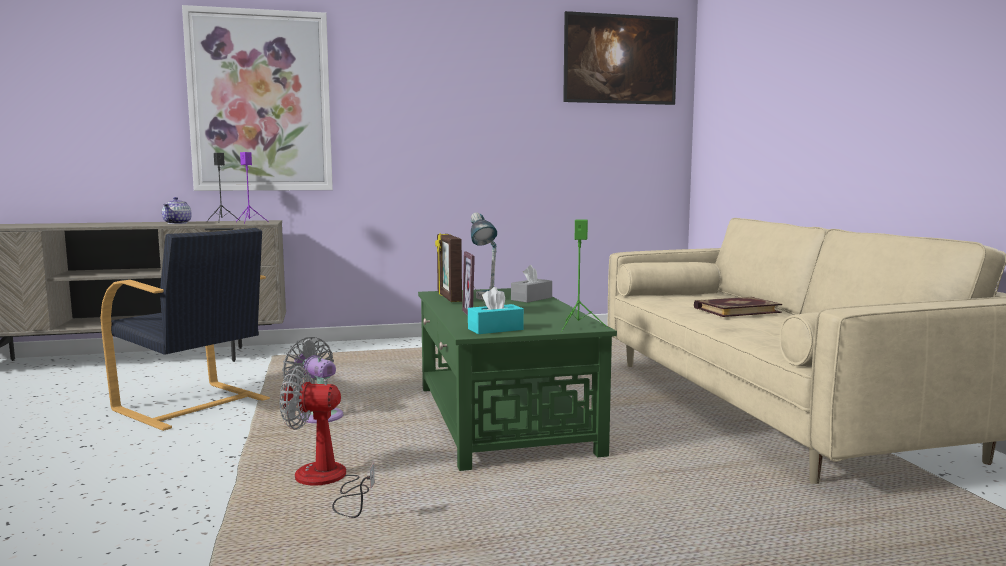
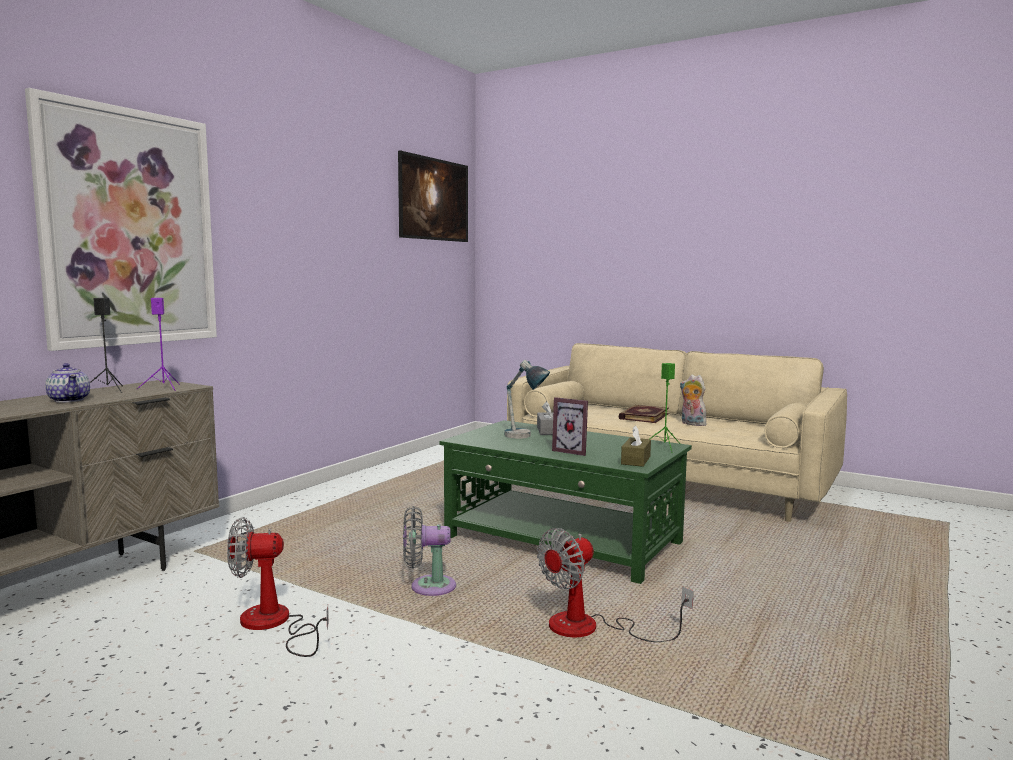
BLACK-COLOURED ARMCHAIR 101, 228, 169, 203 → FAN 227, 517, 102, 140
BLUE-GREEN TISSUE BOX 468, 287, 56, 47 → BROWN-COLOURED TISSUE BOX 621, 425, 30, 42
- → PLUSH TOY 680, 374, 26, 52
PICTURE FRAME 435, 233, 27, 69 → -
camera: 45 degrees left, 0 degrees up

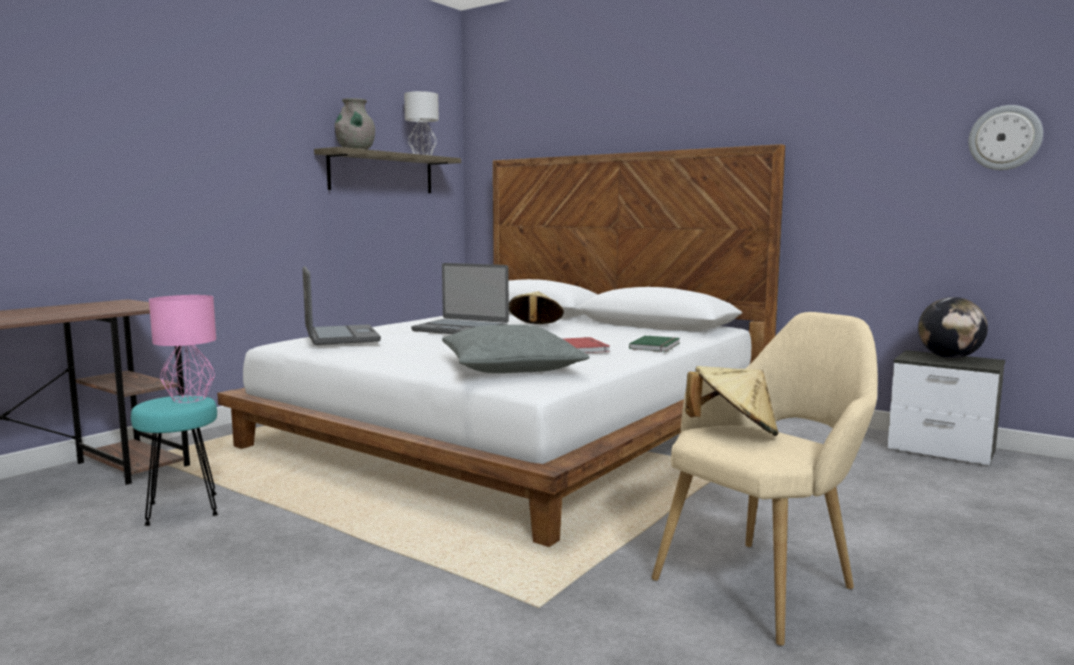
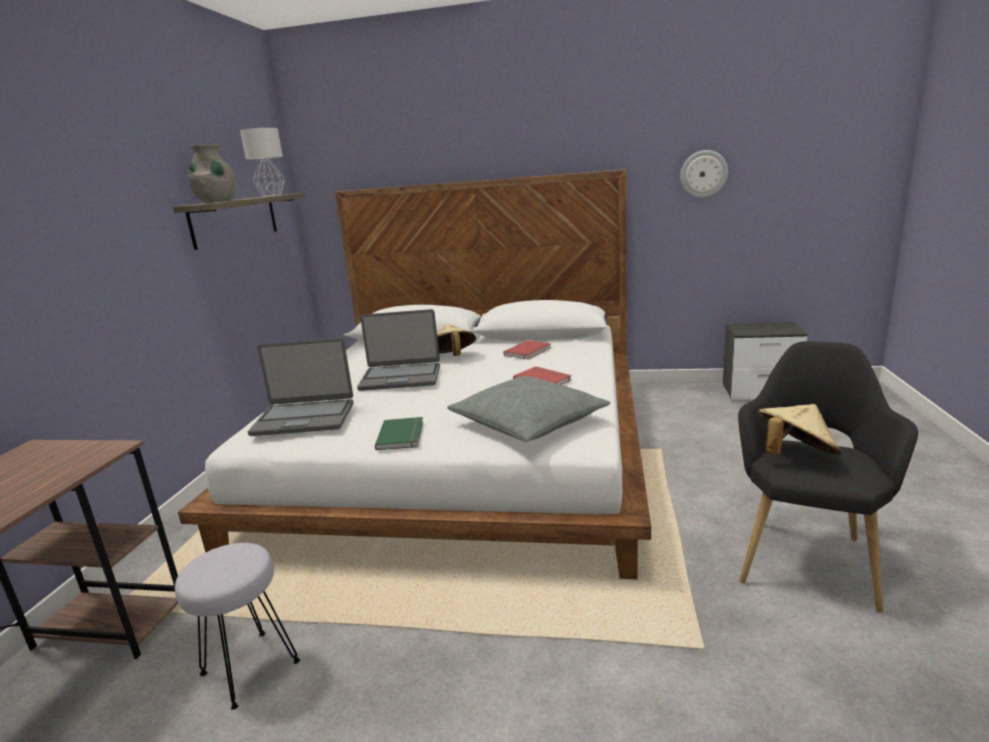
BLUE-GREEN STOOL 131, 395, 87, 131 → GREYISH STOOL 175, 543, 125, 167
PORTABLE COMPUTER 303, 266, 78, 79 → PORTABLE COMPUTER 248, 338, 105, 98, 135 degrees clockwise
GREEN-COLOURED VOLUME 629, 336, 51, 16 → GREEN-COLOURED VOLUME 375, 417, 48, 33, moved
- → RED VOLUME 503, 340, 48, 19
WALL CLOCK 968, 105, 75, 65 → WALL CLOCK 680, 150, 48, 48, moved
BEIGE ARMCHAIR 652, 312, 226, 334 → BLACK-COLOURED ARMCHAIR 738, 341, 180, 272
PINK-COLOURED TABLE LAMP 149, 295, 67, 108 → -
DESK GLOBE 918, 297, 70, 61 → -
camera: 25 degrees left, 10 degrees up

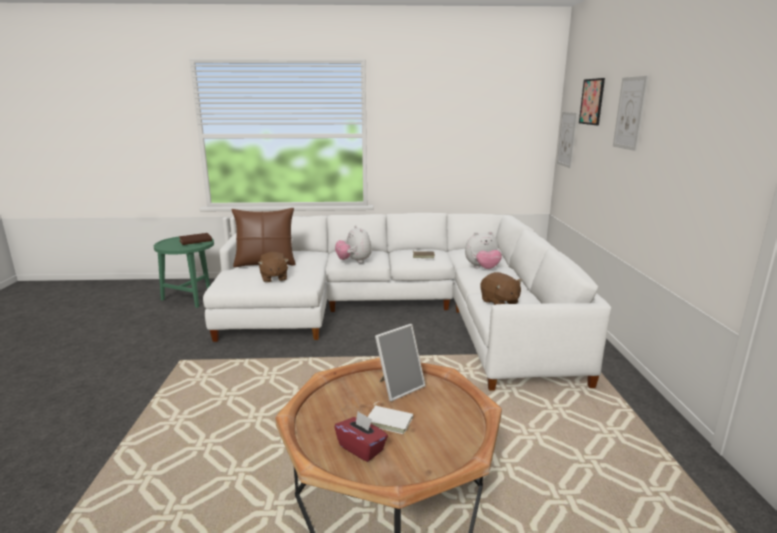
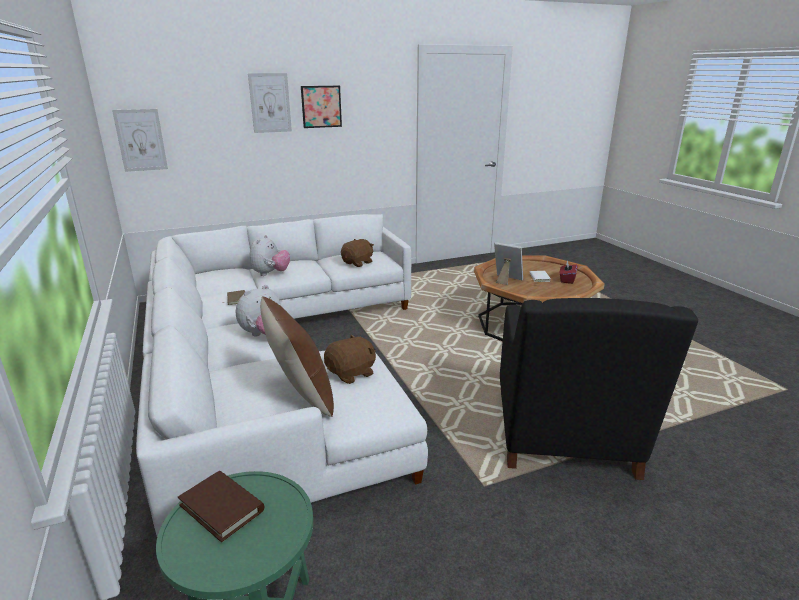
PLUSH TOY 465, 231, 37, 38 → PLUSH TOY 249, 235, 41, 41, 45 degrees clockwise
WALL ART 579, 78, 26, 47 → WALL ART 301, 86, 41, 42, moved
- → BLACK-COLOURED ARMCHAIR 500, 298, 198, 182
camera: 110 degrees left, 5 degrees up

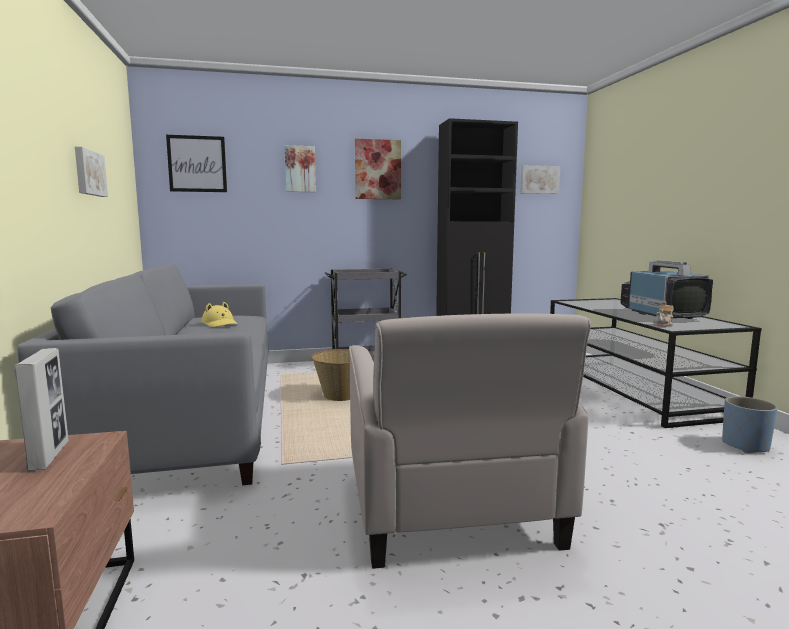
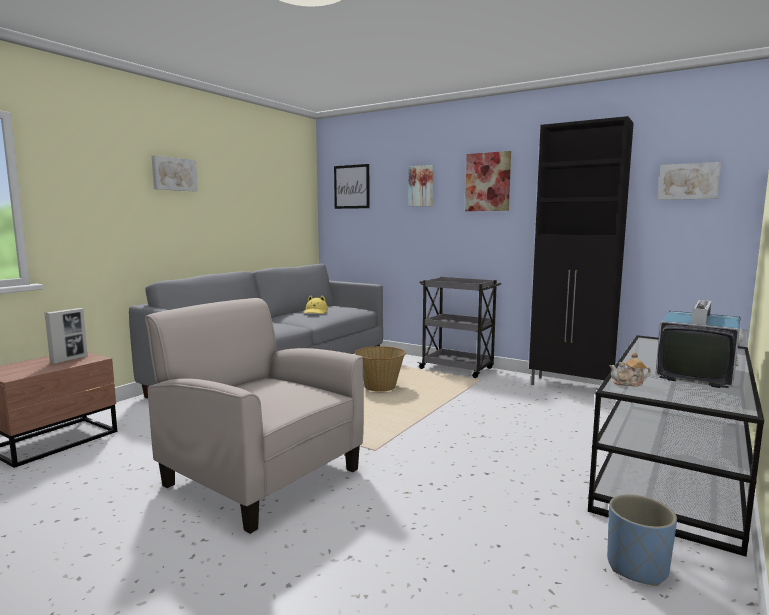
BEIGE ARMCHAIR 349, 314, 242, 255 → BEIGE ARMCHAIR 145, 298, 219, 236, 90 degrees clockwise
WALL ART 75, 147, 33, 50 → WALL ART 152, 155, 46, 37, moved
camera: 45 degrees right, 0 degrees up

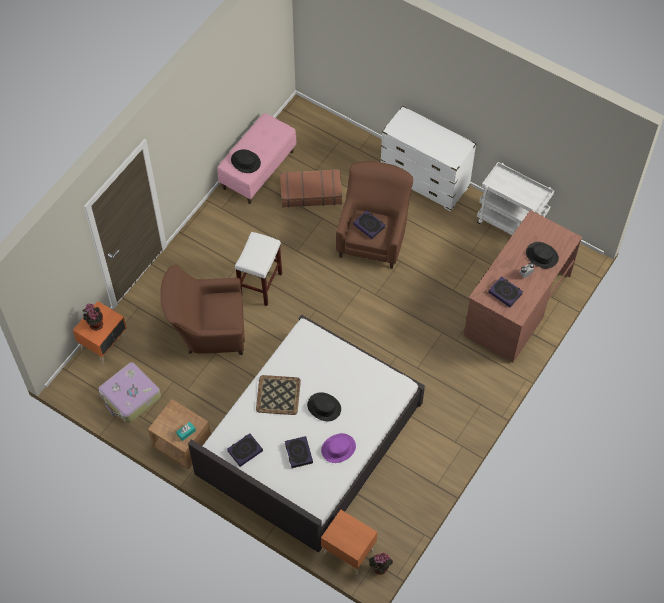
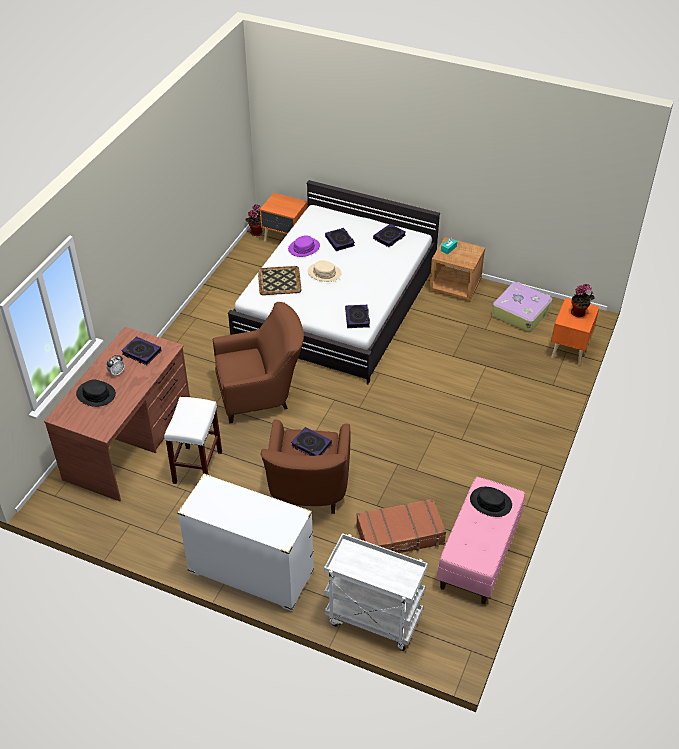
WHITISH STOOL 235, 232, 47, 74 → WHITISH STOOL 164, 397, 58, 87, moved
BROWN-COLOURED ARMCHAIR 160, 265, 85, 90 → BROWN-COLOURED ARMCHAIR 213, 302, 91, 121, moved
TRAY 256, 375, 45, 40 → TRAY 258, 266, 43, 29, moved
BLACK-COLOURED WEARABLE HAT 307, 392, 34, 29 → BEIGE WEARABLE HAT 308, 261, 34, 21
WHITISH CART 477, 162, 77, 73 → WHITISH CART 324, 533, 104, 118, moved
- → VOLUME 345, 305, 25, 23
camera: 170 degrees right, 15 degrees down

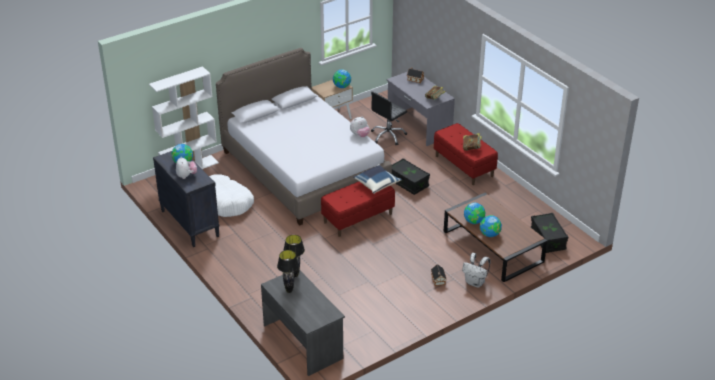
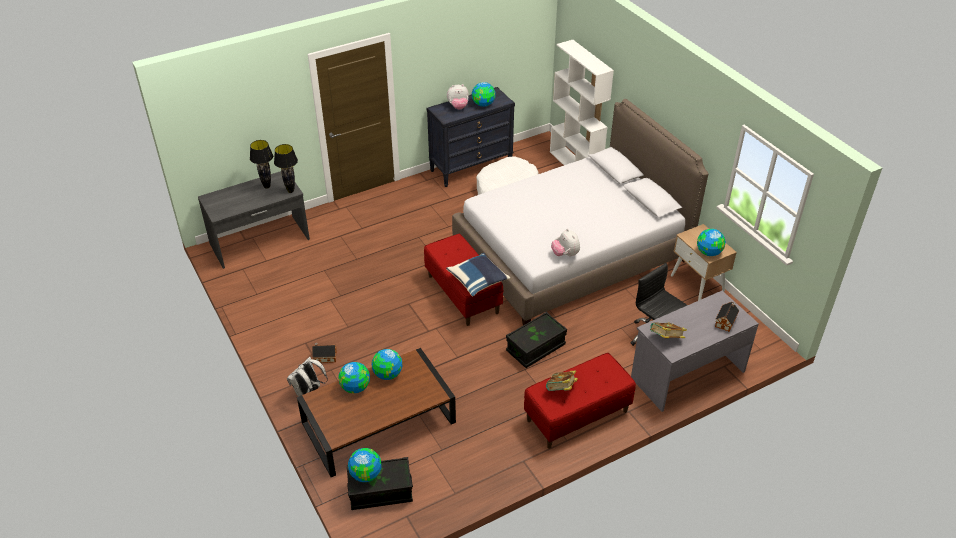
- → DESK GLOBE 348, 448, 34, 34
camera: 95 degrees right, 5 degrees up

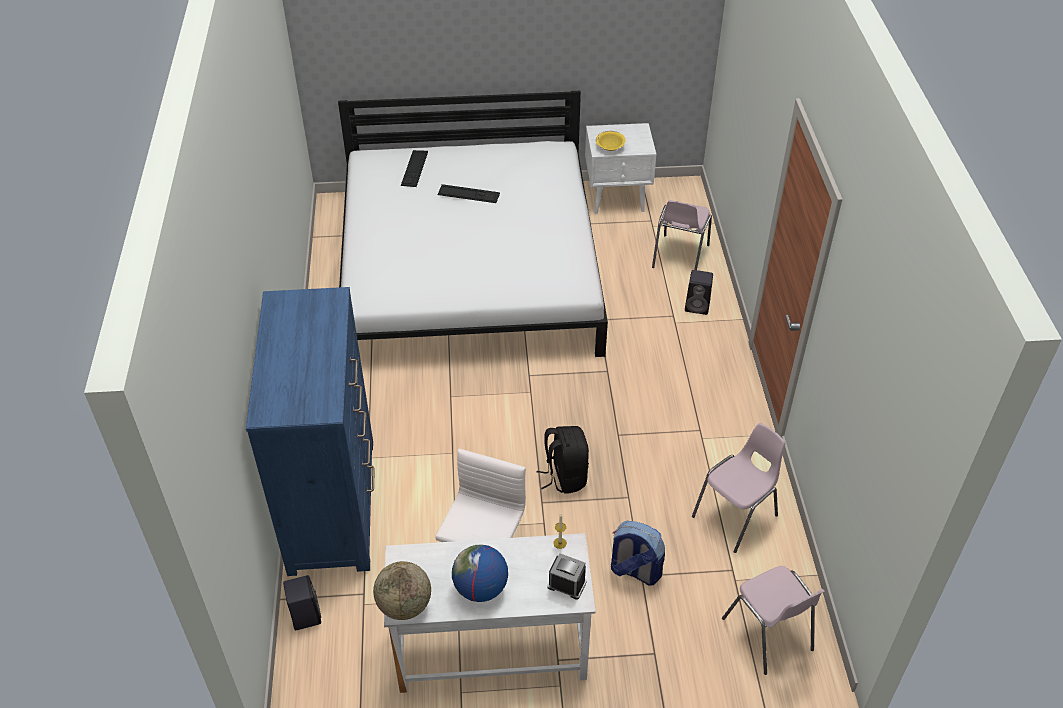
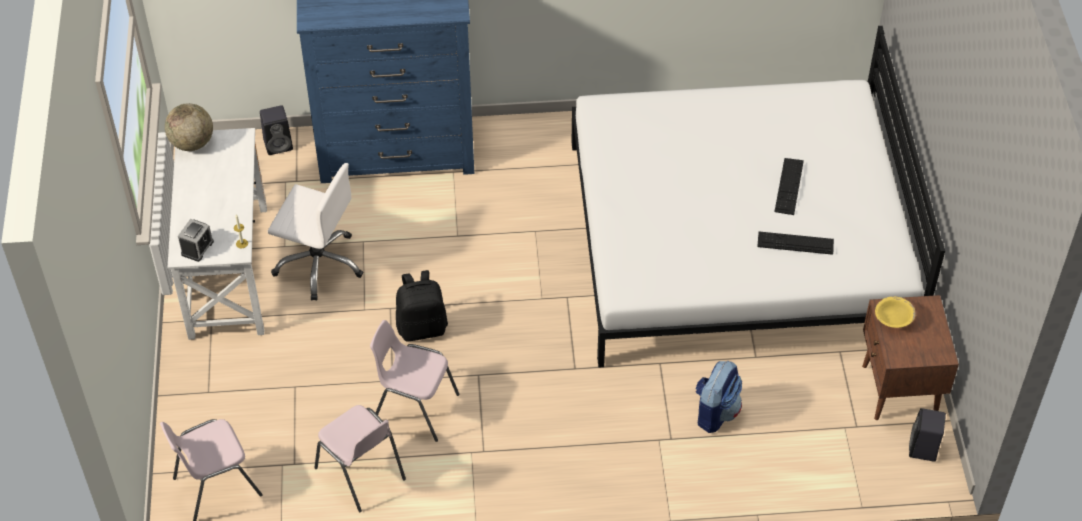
PINK-COLOURED PLAIN CHAIR 652, 200, 60, 70 → PINK-COLOURED PLAIN CHAIR 370, 320, 90, 122, moved
RUCKSACK 611, 521, 54, 65 → RUCKSACK 696, 361, 46, 72, moved
KEYBOARD 401, 150, 27, 37 → KEYBOARD 757, 232, 77, 23, moved
WHITISH NIGHT TABLE 585, 123, 72, 91 → BROWN-COLOURED NIGHT TABLE 862, 295, 97, 125
BLACK-COLOURED LOUDSPEAKER 685, 270, 28, 45 → BLACK-COLOURED LOUDSPEAKER 909, 408, 37, 54, moved
DESK GLOBE 452, 544, 56, 58 → -
camera: 90 degrees right, 5 degrees up

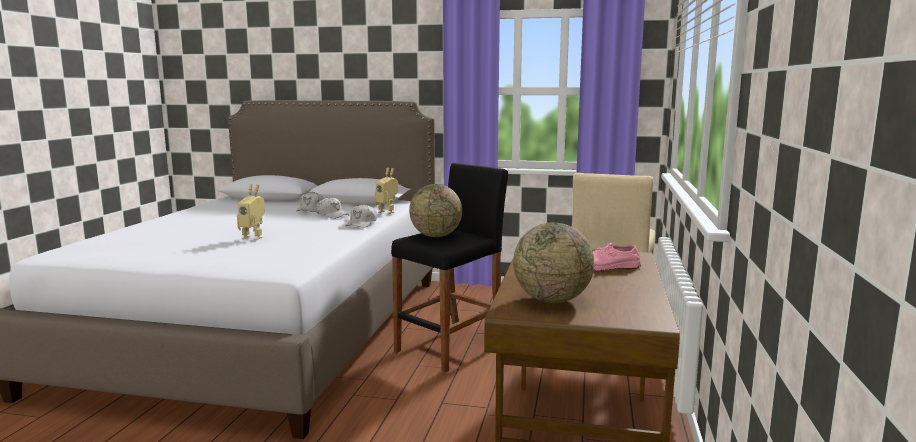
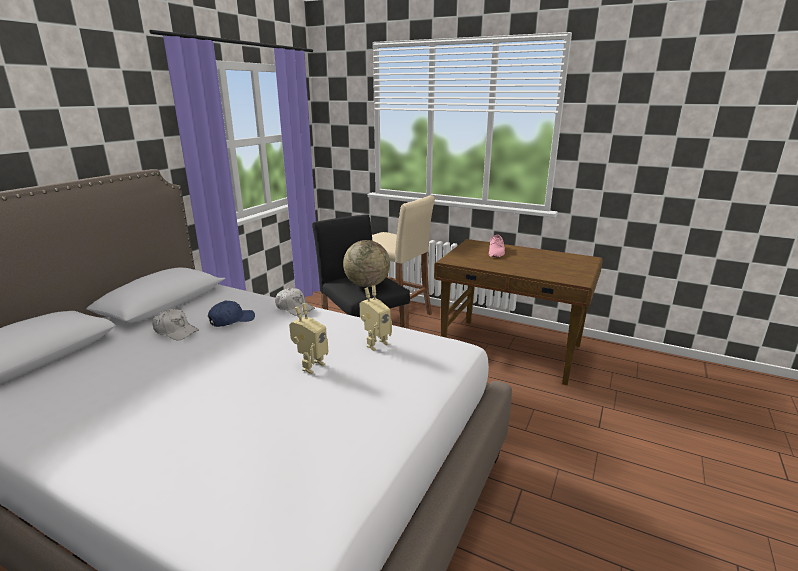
WHITISH CAP 316, 197, 33, 22 → BLUE CAP 208, 301, 47, 26
TOY ROBOT 375, 167, 23, 47 → TOY ROBOT 360, 286, 32, 65, moved
DESK GLOBE 513, 222, 81, 81 → -
camera: 75 degrees left, 10 degrees up

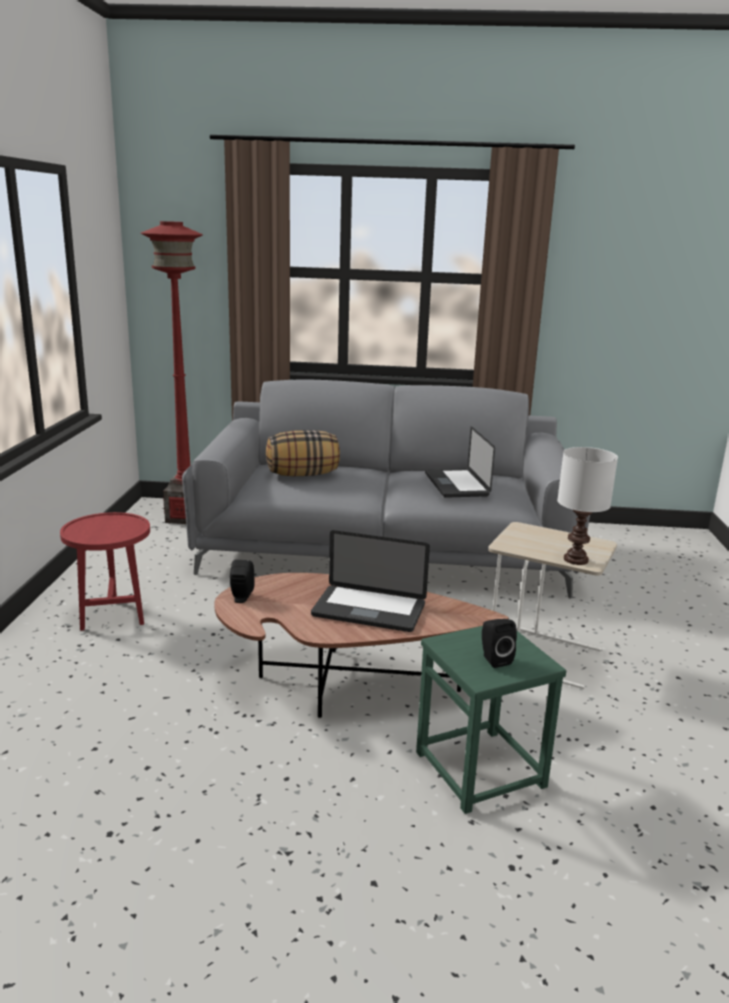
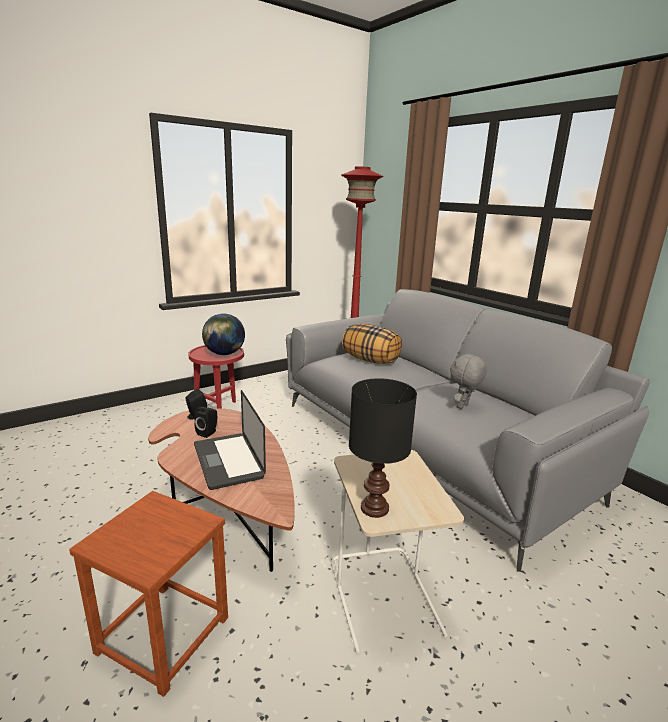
GREEN-COLOURED STOOL 416, 626, 151, 188 → BROWN-COLOURED STOOL 69, 491, 159, 206
BLACK-COLOURED LOUDSPEAKER 482, 619, 35, 49 → BLACK-COLOURED LOUDSPEAKER 195, 407, 22, 31, moved
- → DESK GLOBE 202, 313, 43, 42
WHITISH TABLE LAMP 557, 447, 61, 118 → BLACK-COLOURED TABLE LAMP 349, 378, 68, 140
PORTABLE COMPUTER 425, 426, 70, 72 → GREYISH PLUSH TOY 450, 353, 37, 56
camera: 50 degrees right, 0 degrees up

